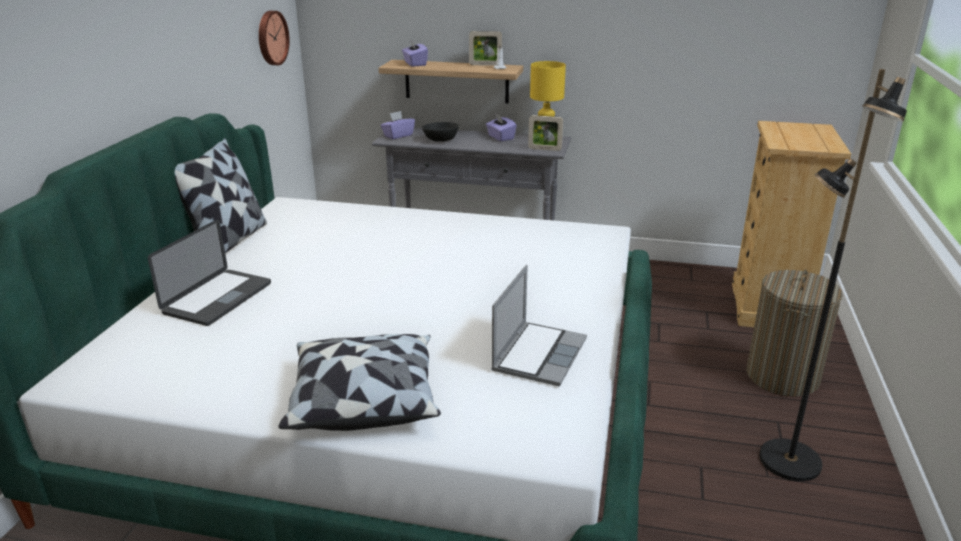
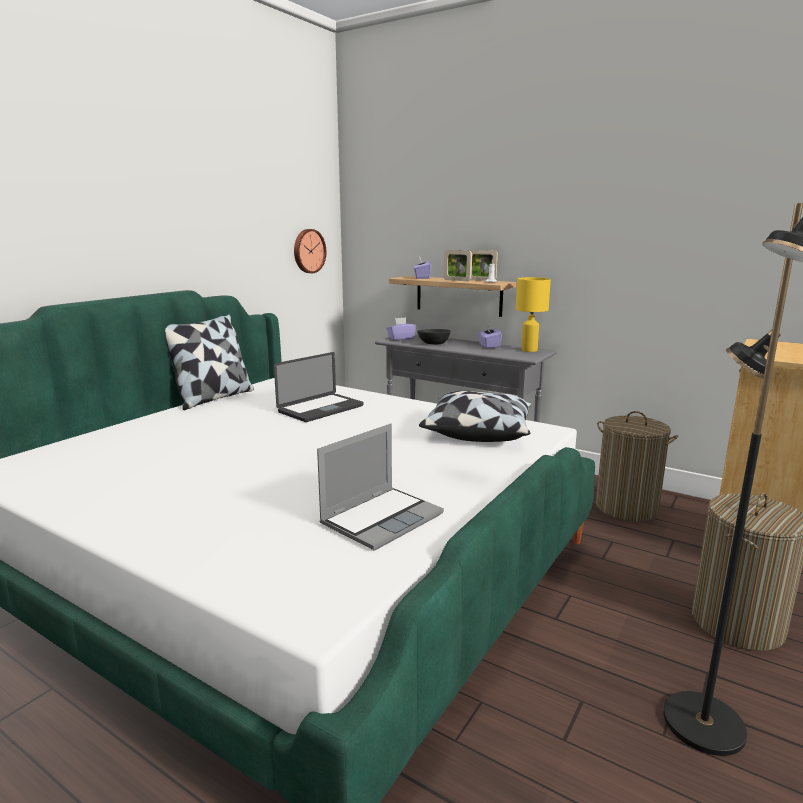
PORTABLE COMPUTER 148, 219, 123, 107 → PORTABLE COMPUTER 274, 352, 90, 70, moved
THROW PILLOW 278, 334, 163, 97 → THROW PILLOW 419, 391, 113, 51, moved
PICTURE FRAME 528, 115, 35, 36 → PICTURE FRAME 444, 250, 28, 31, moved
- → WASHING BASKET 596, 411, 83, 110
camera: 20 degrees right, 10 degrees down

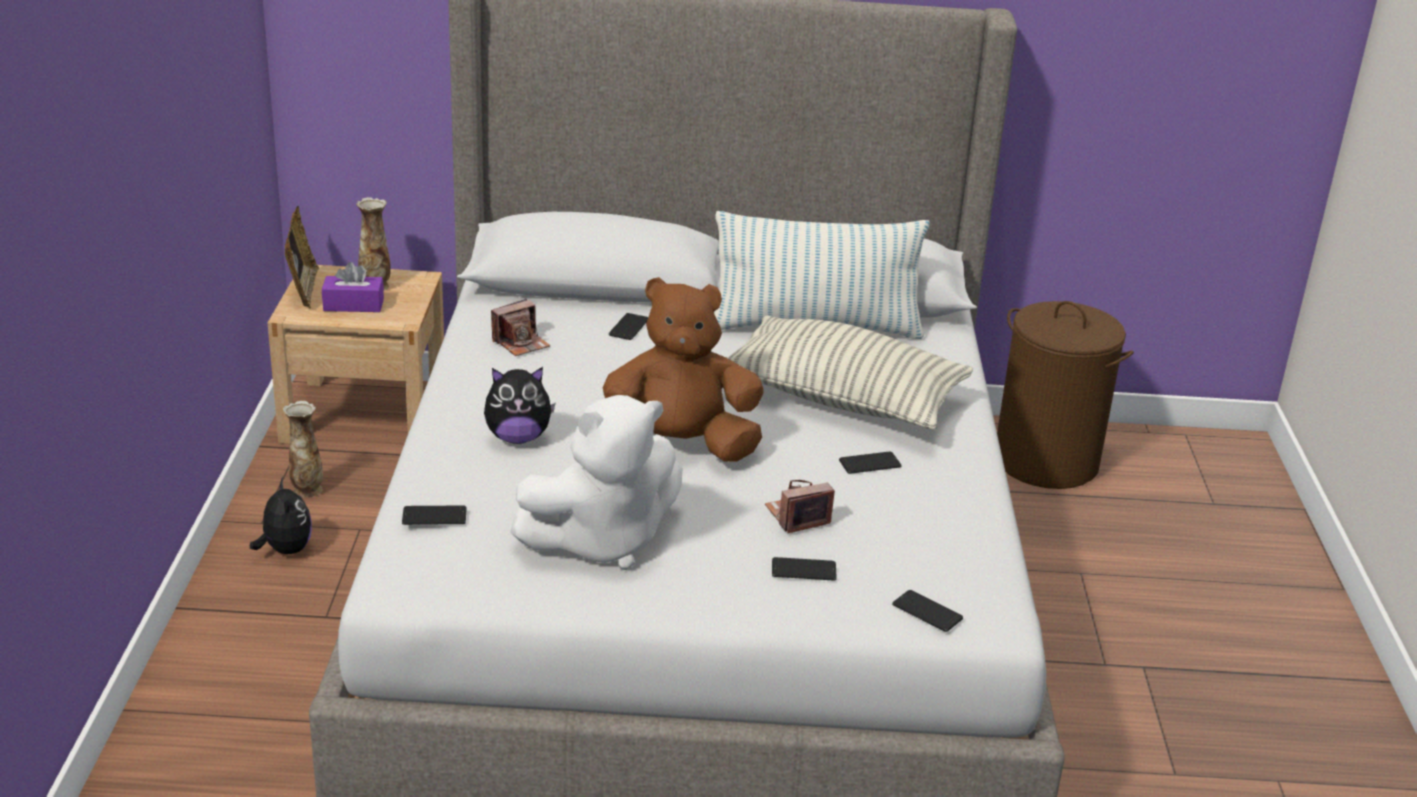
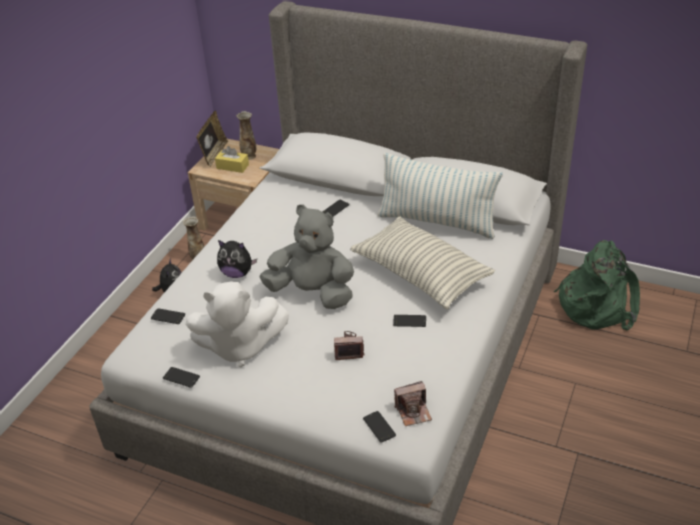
TELEPHONE 772, 557, 65, 24 → TELEPHONE 163, 367, 37, 21, moved
PURPLISH TISSUE BOX 322, 262, 62, 50 → YELLOW TISSUE BOX 215, 146, 34, 27
BROWN-COLOURED PLUSH TOY 603, 277, 161, 185 → GREYISH PLUSH TOY 259, 204, 95, 105
STILL CAMERA 491, 299, 60, 57 → STILL CAMERA 394, 381, 38, 45, moved
BROWN-COLOURED WASHING BASKET 997, 301, 137, 188 → GREEN-COLOURED RUCKSACK 554, 240, 86, 90
camera: 25 degrees right, 10 degrees up

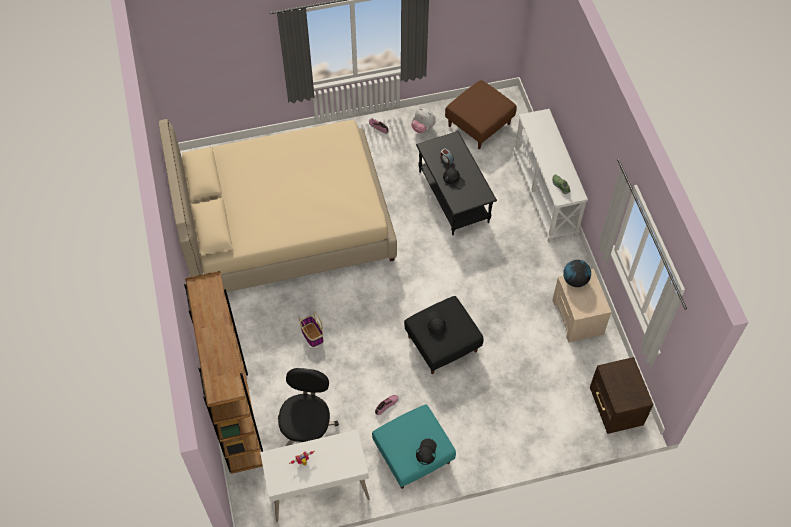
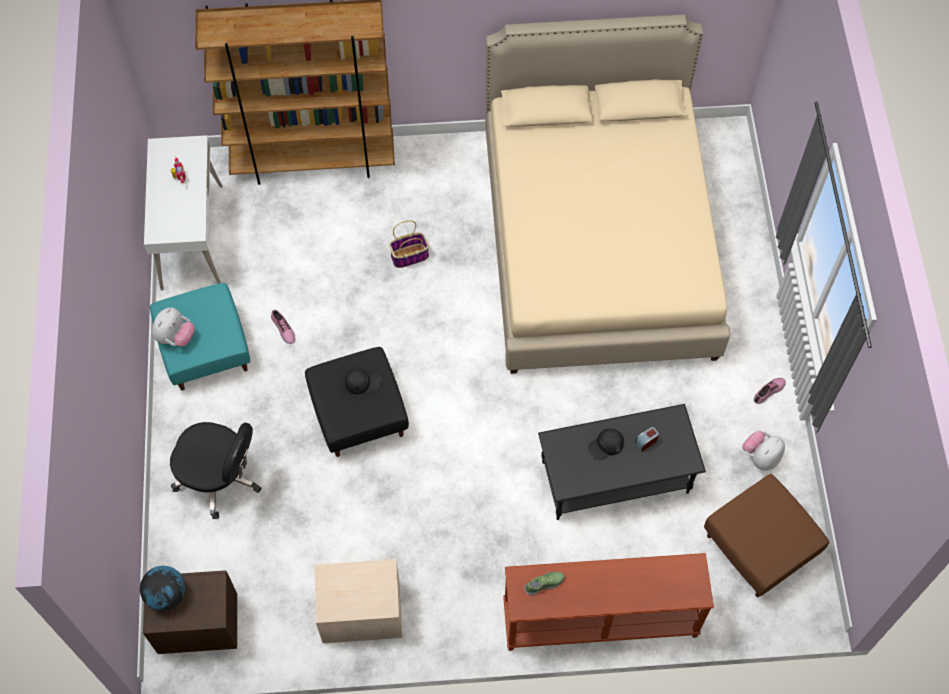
DESK GLOBE 563, 260, 28, 27 → DESK GLOBE 140, 566, 45, 45, moved
BLACK-COLOURED CAP 416, 438, 21, 27 → PLUSH TOY 152, 307, 43, 40
BLACK-COLOURED DESK CHAIR 278, 368, 61, 78 → BLACK-COLOURED DESK CHAIR 170, 422, 92, 97, moved
WHITISH HALL TABLE 514, 109, 74, 134 → BROWN-COLOURED HALL TABLE 503, 553, 211, 98
camera: 100 degrees right, 5 degrees up

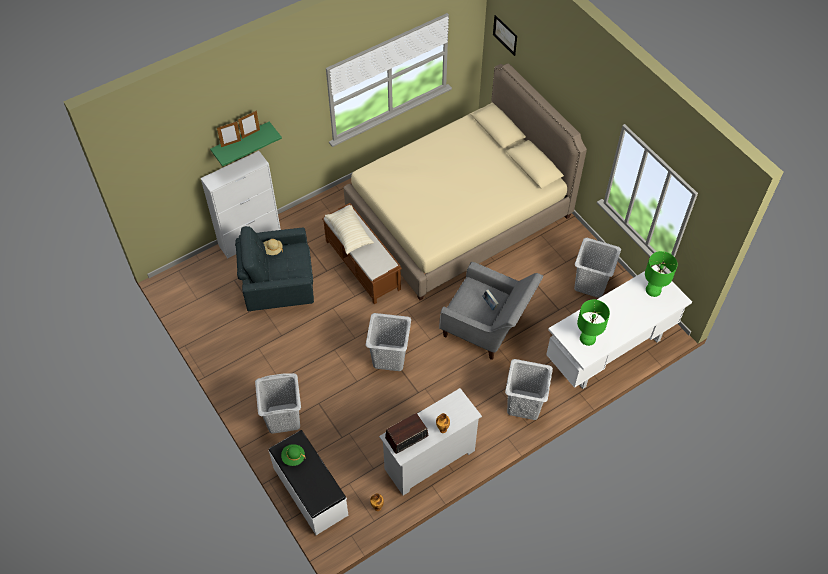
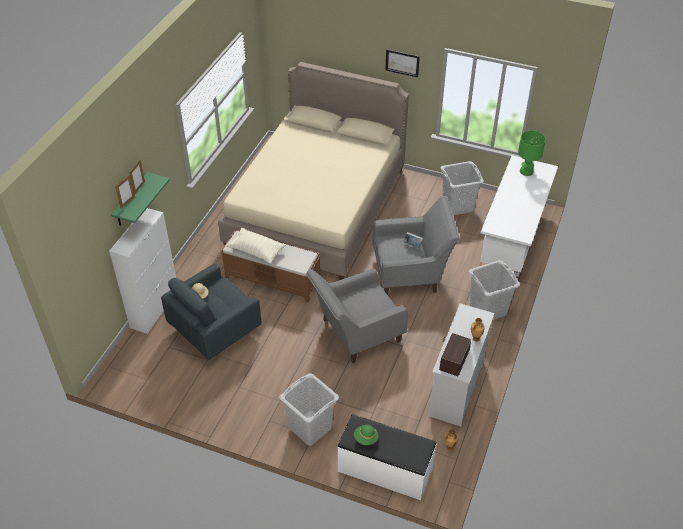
GREYISH WASHING BASKET 366, 313, 45, 58 → GREYISH ARMCHAIR 306, 269, 102, 94
WALL ART 493, 15, 24, 41 → WALL ART 385, 49, 35, 28, moved
GREEN-COLOURED TABLE LAMP 577, 300, 33, 46 → -
camera: 35 degrees left, 10 degrees down

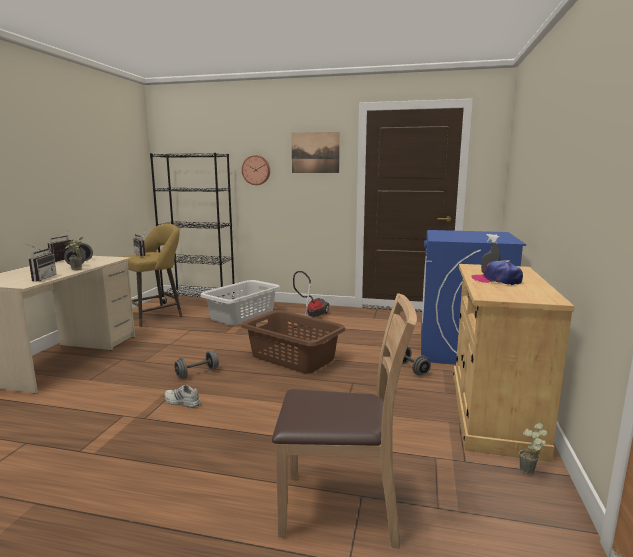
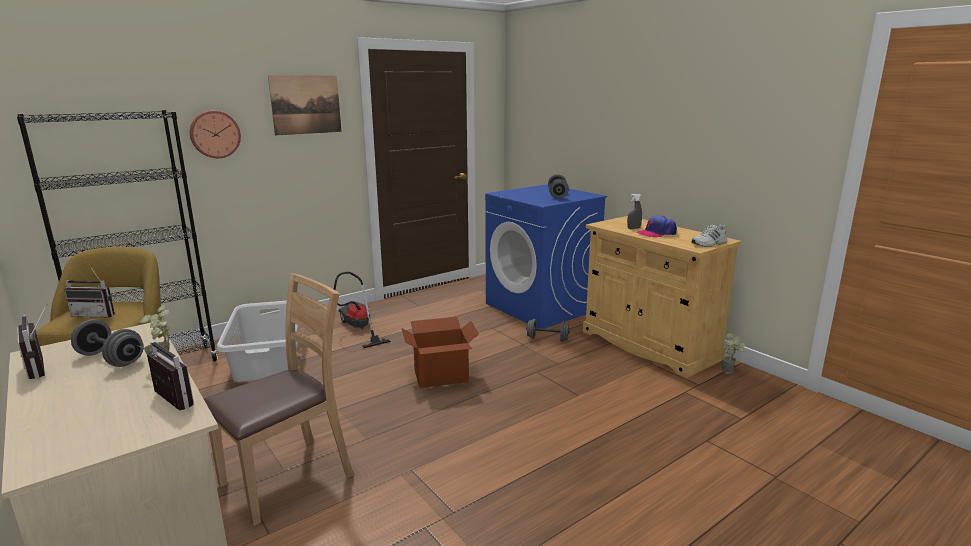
BROWN-COLOURED PLAIN CHAIR 272, 293, 145, 256 → BROWN-COLOURED PLAIN CHAIR 204, 274, 150, 252, moved
BROWN-COLOURED WASHING BASKET 241, 310, 104, 64 → CARDBOARD BOX 402, 317, 77, 71
GREYISH FREE WEIGHT 174, 351, 45, 28 → GREYISH FREE WEIGHT 548, 174, 21, 25, moved
WHITISH ITEM OF FOOTWEAR 165, 384, 36, 24 → WHITISH ITEM OF FOOTWEAR 691, 224, 36, 23, moved
camera: 50 degrees left, 5 degrees up

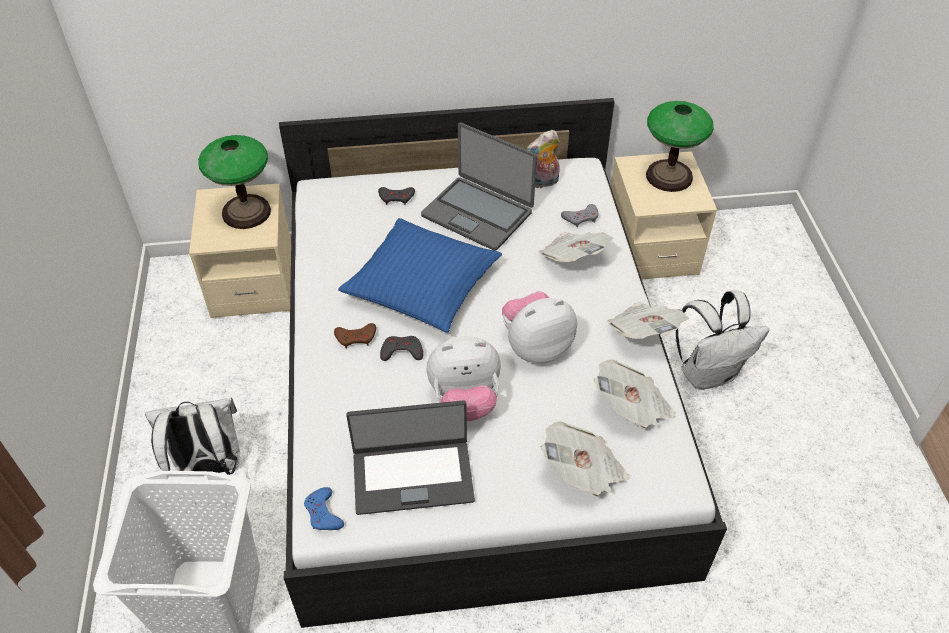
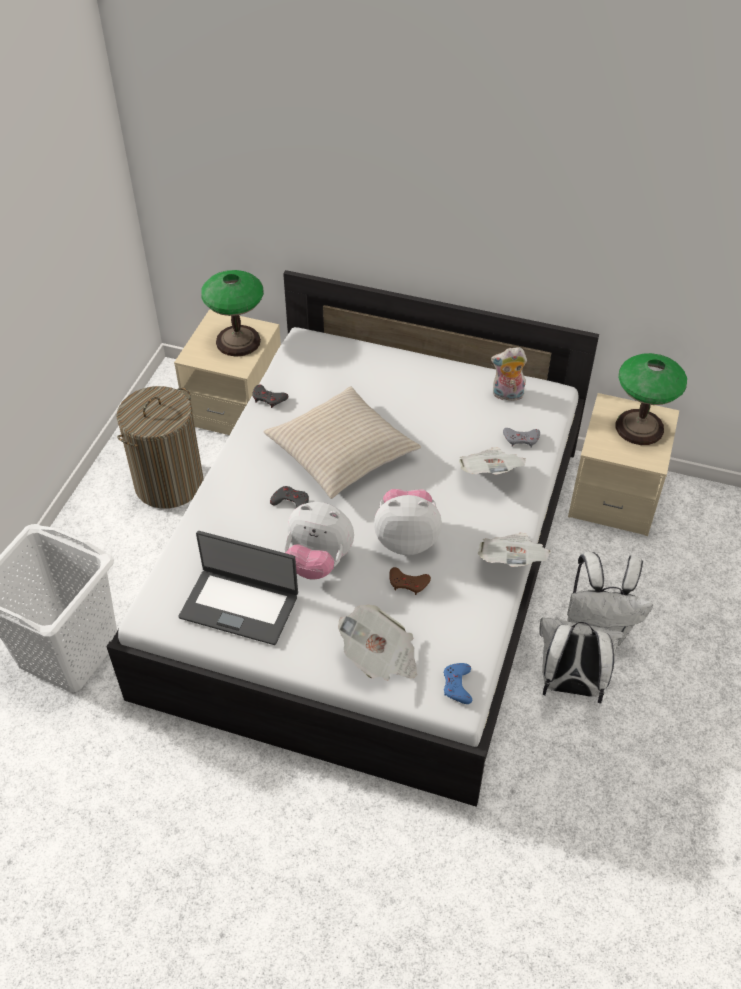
- → WASHING BASKET 116, 386, 88, 122
GREYISH JOYPAD 378, 187, 37, 18 → GREYISH JOYPAD 252, 385, 36, 23, moved
BLUE THROW PILLOW 338, 218, 164, 115 → BEIGE THROW PILLOW 263, 387, 158, 112
BROWN-COLOURED JOYPAD 334, 323, 42, 25 → BROWN-COLOURED JOYPAD 389, 567, 42, 28, moved
BLUE JOYPAD 304, 487, 40, 43 → BLUE JOYPAD 444, 663, 28, 41, moved
WHITISH RUCKSACK 145, 397, 95, 78 → WHITISH RUCKSACK 539, 617, 86, 86, moved
PORTABLE COMPUTER 421, 123, 116, 128 → -
PRINTED PAPER 594, 360, 82, 68 → -
camera: 25 degrees right, 0 degrees up

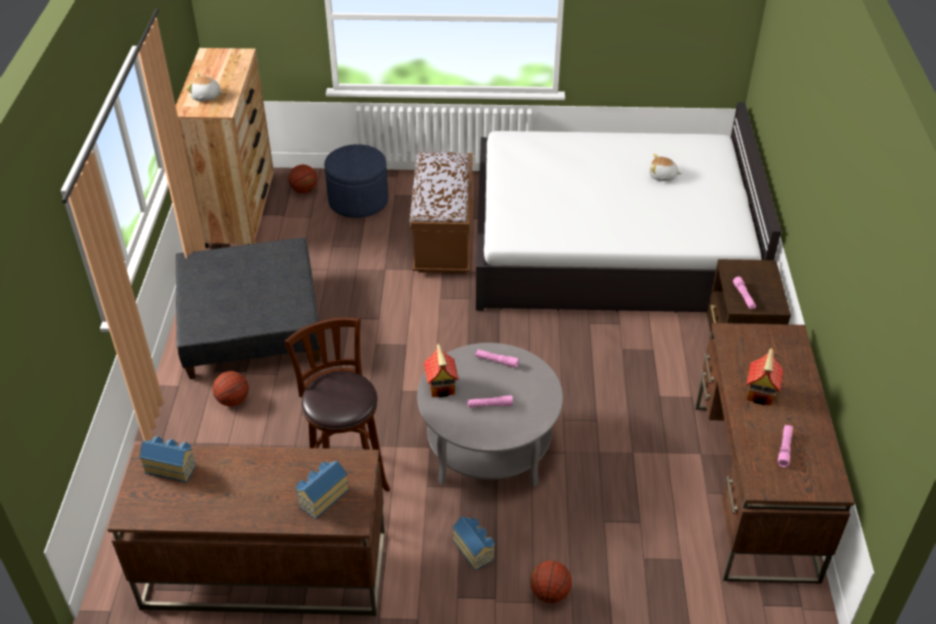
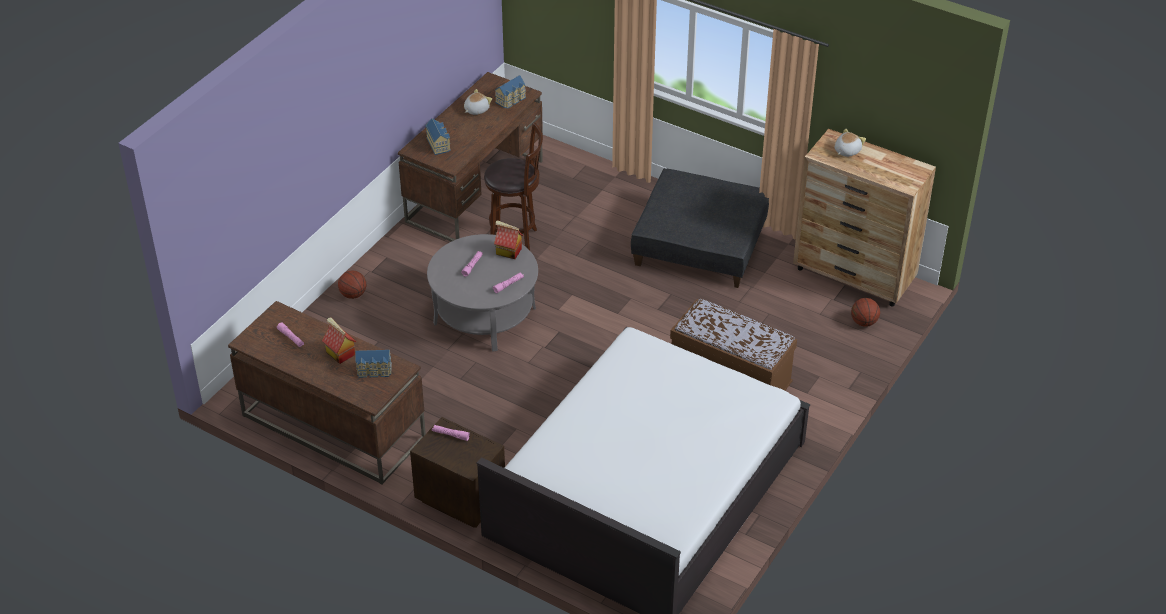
MODEL HOUSE 453, 516, 42, 54 → MODEL HOUSE 355, 350, 37, 28, moved
PLUSH TOY 650, 154, 32, 27 → PLUSH TOY 464, 89, 28, 26, moved
BASKETBALL 213, 371, 36, 35 → -
BLUE OTTOMAN 324, 144, 64, 74 → -
camera: 120 degrees right, 0 degrees up

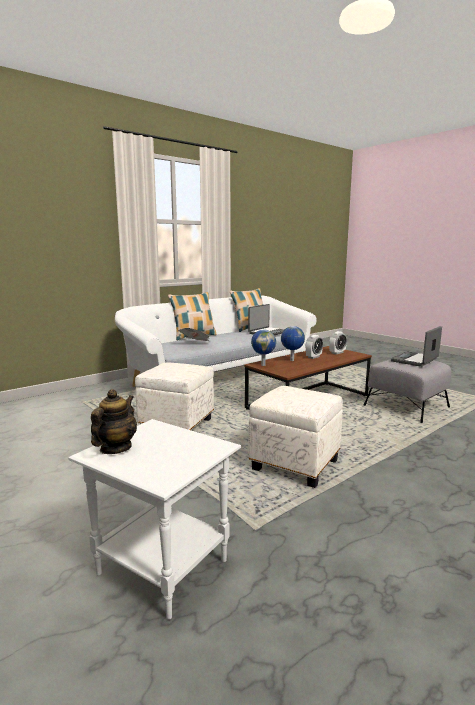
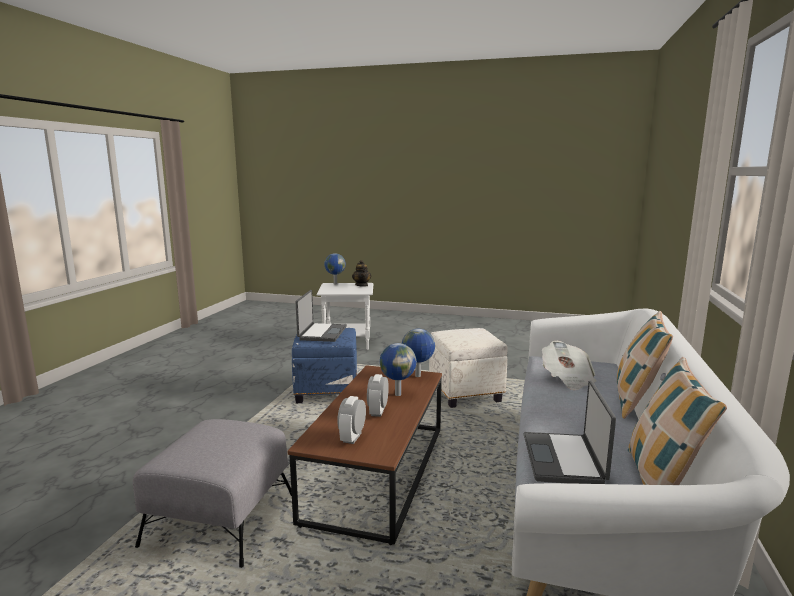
WHITISH OTTOMAN 248, 386, 95, 102 → BLUE OTTOMAN 292, 328, 65, 75
PORTABLE COMPUTER 391, 326, 51, 41 → PORTABLE COMPUTER 296, 290, 51, 52, moved
- → DESK GLOBE 324, 253, 22, 31
camera: 145 degrees right, 0 degrees up

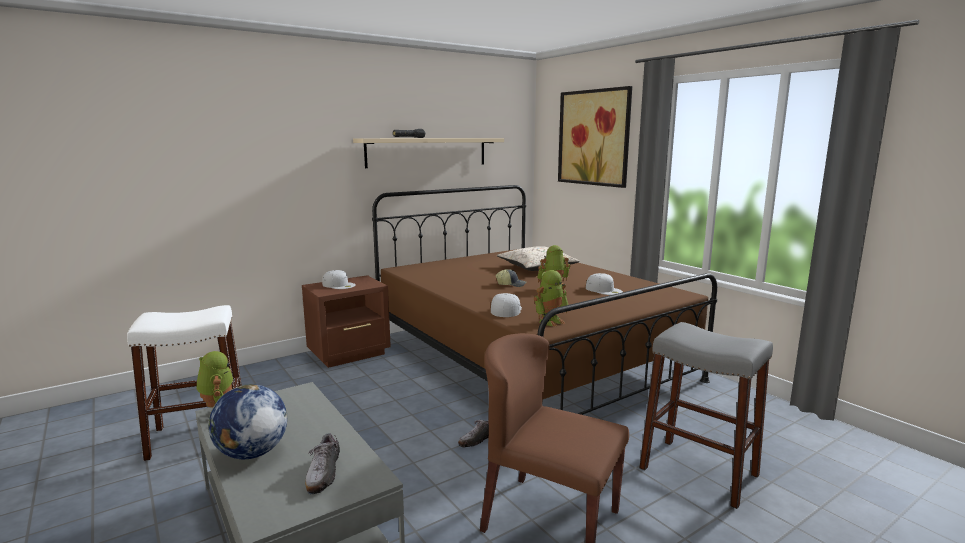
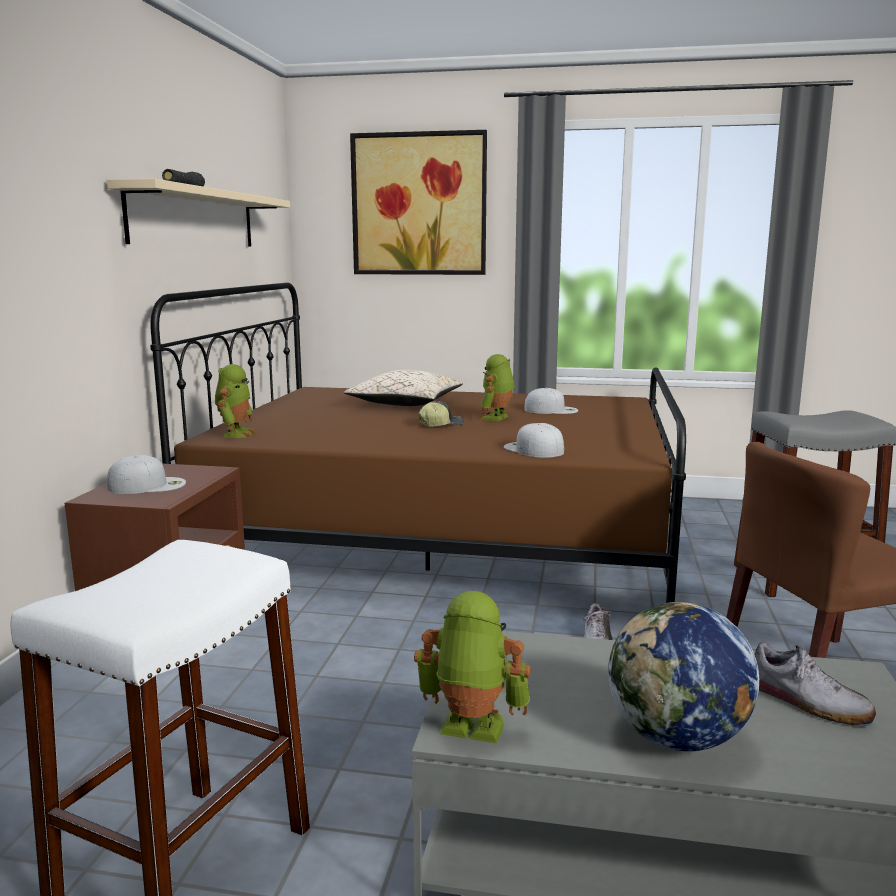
TOY ROBOT 534, 270, 34, 57 → TOY ROBOT 215, 364, 42, 74, moved
camera: 45 degrees left, 0 degrees up

